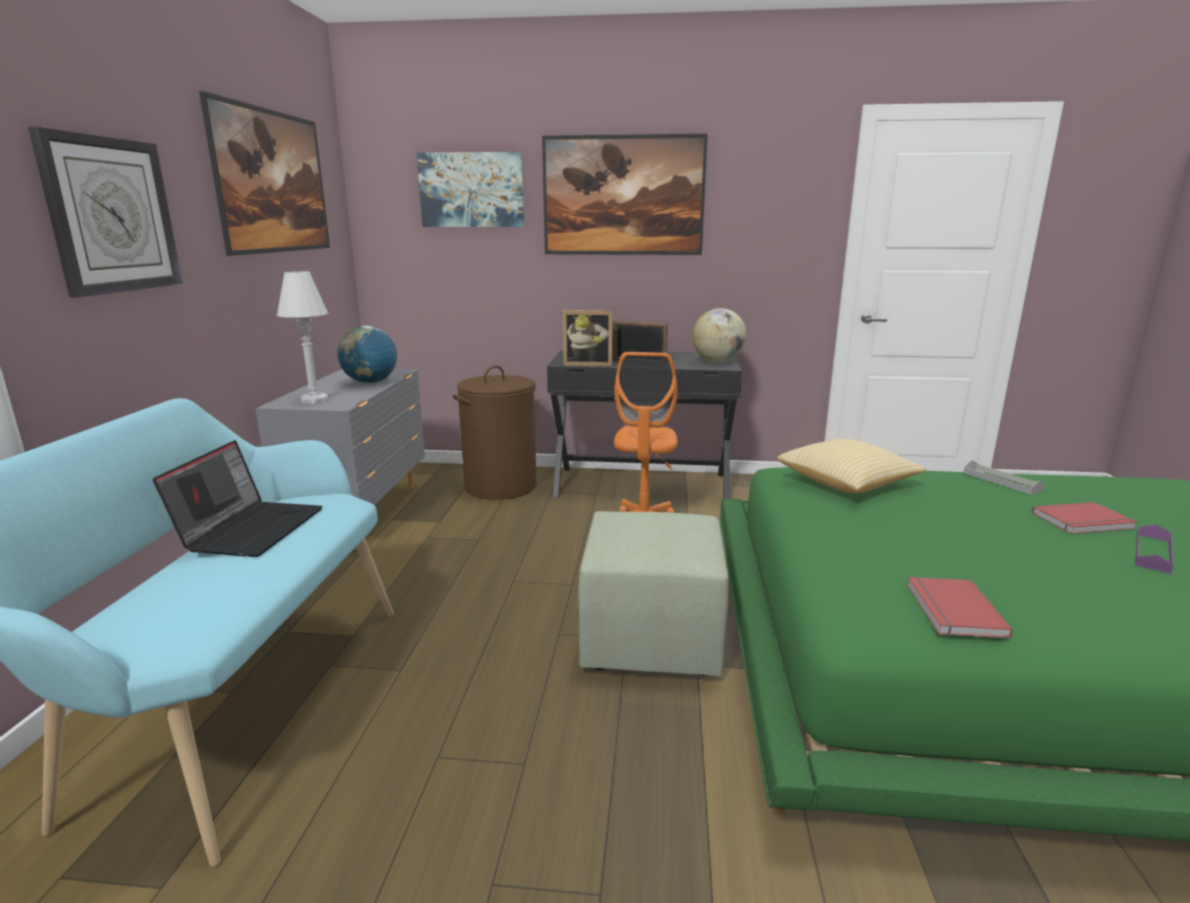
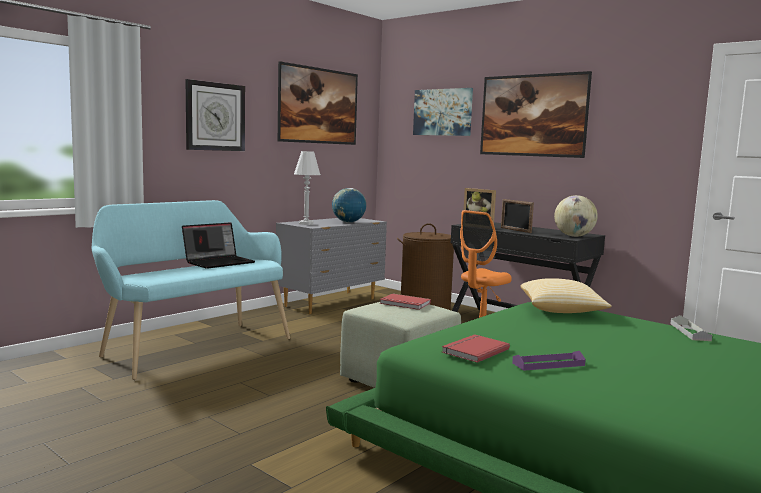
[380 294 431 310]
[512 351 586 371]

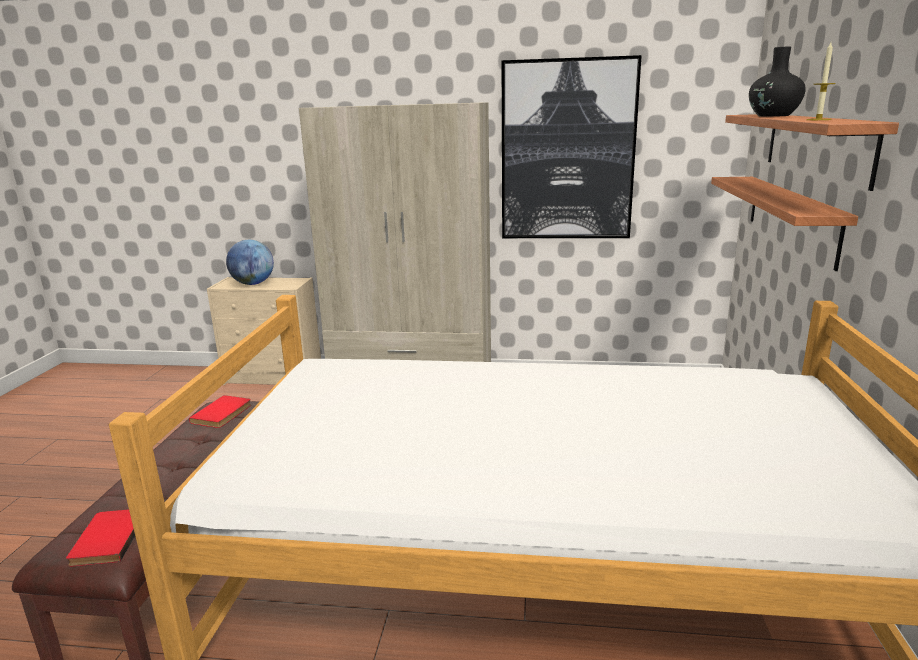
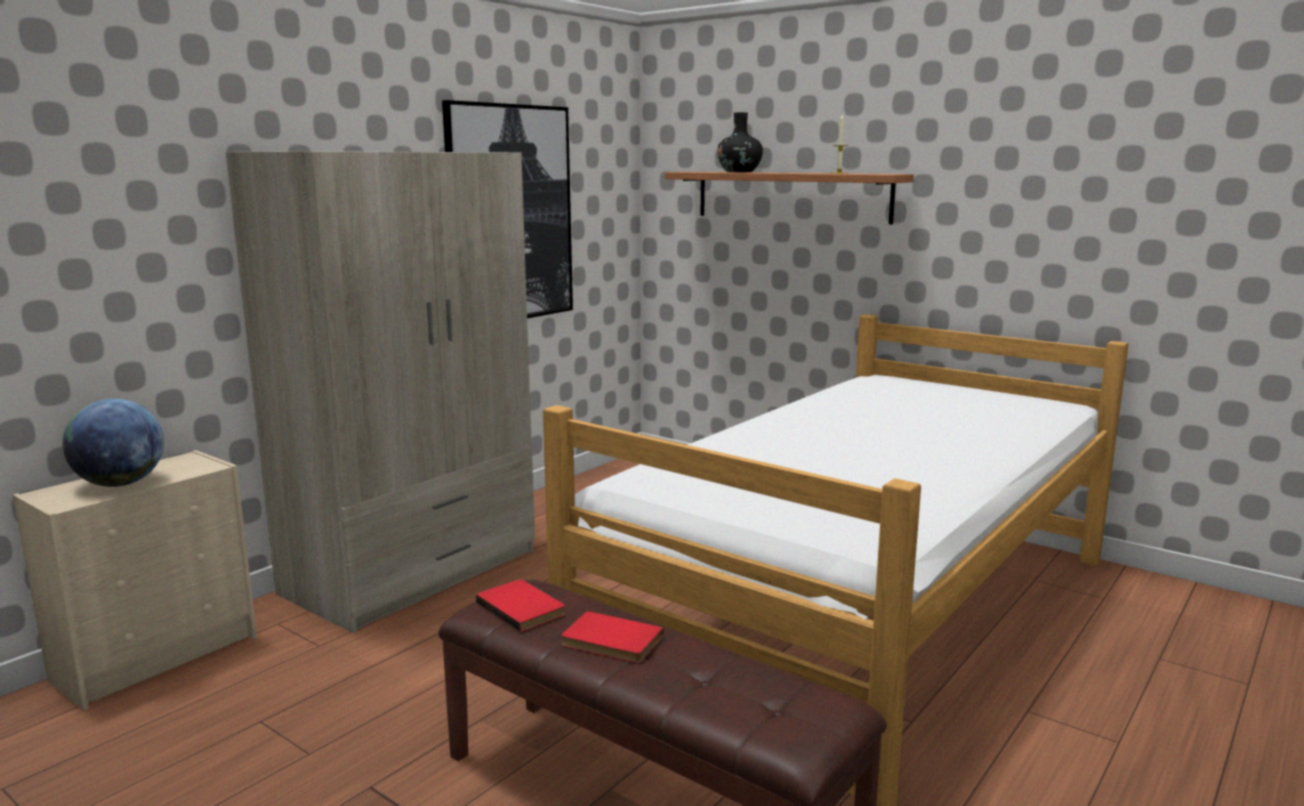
[562 611 664 663]
[711 177 858 271] (first image)

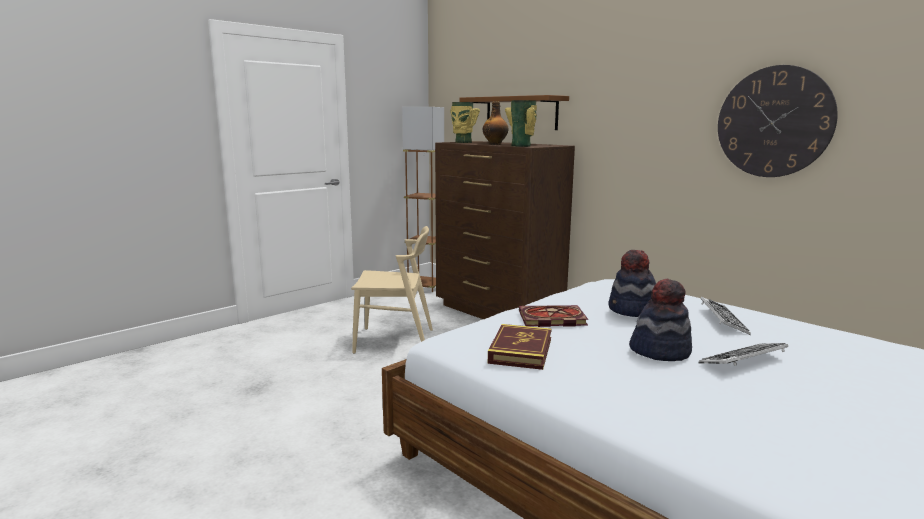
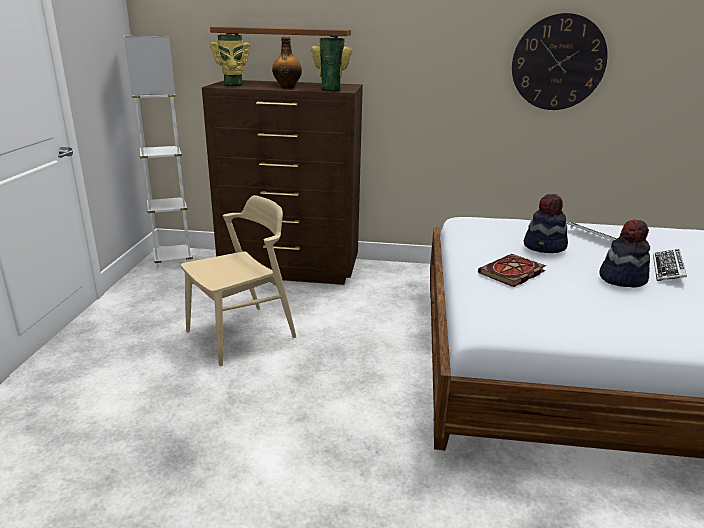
[124 36 193 268]
[488 324 552 370] (first image)

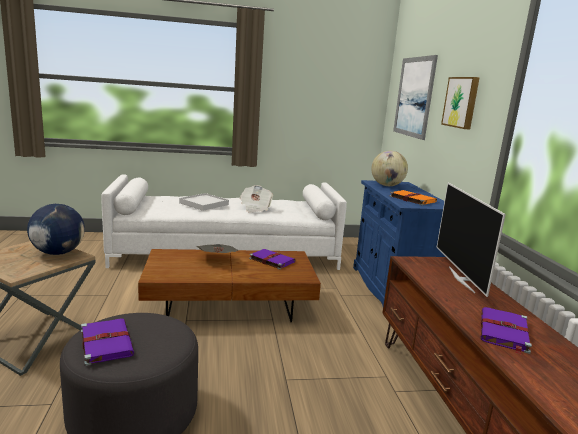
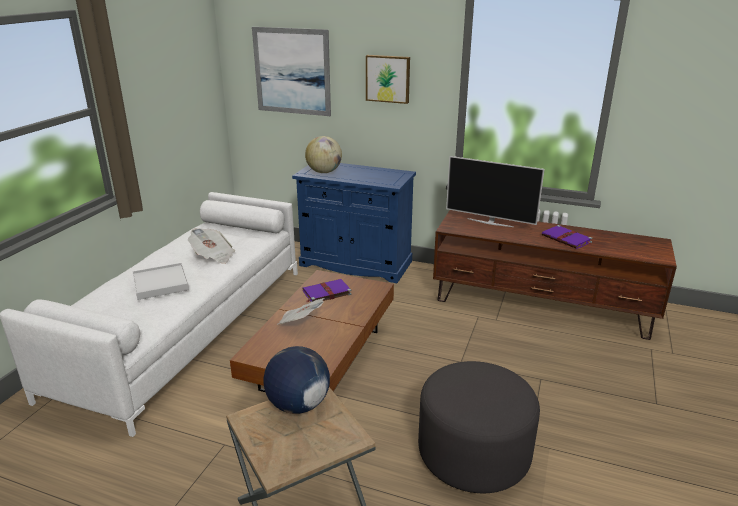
[81 318 134 366] (first image)
[389 190 437 205] (first image)

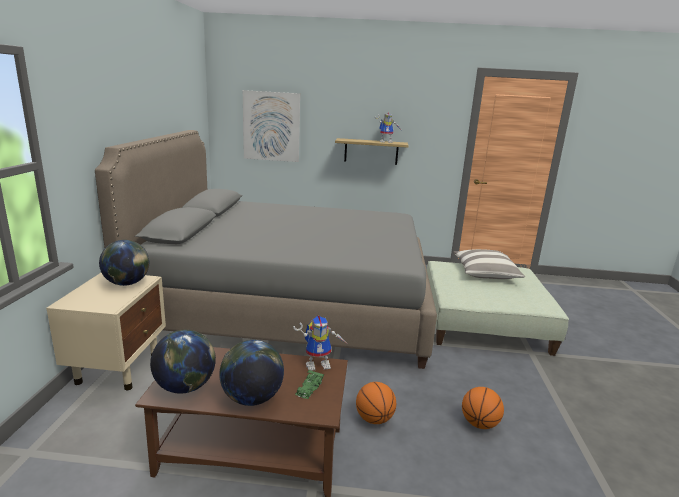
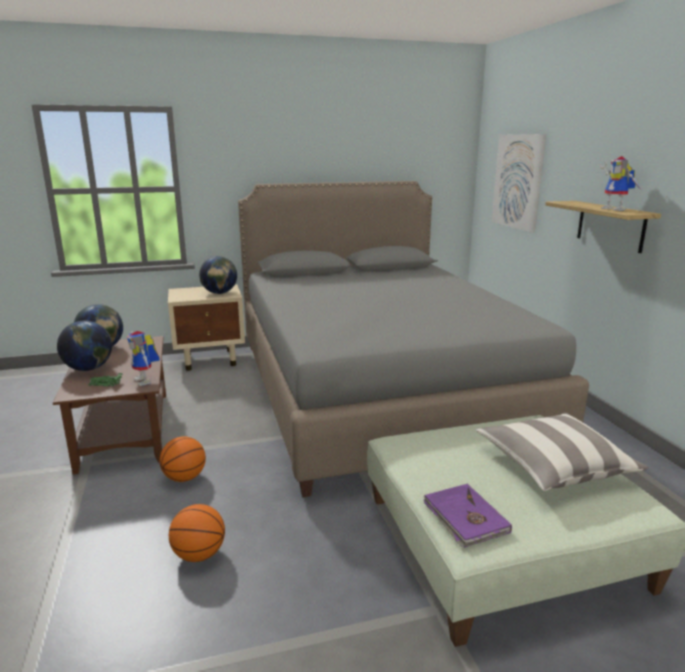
[424 484 512 547]

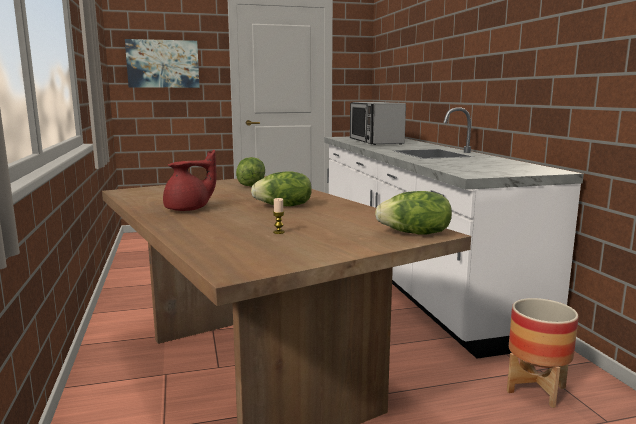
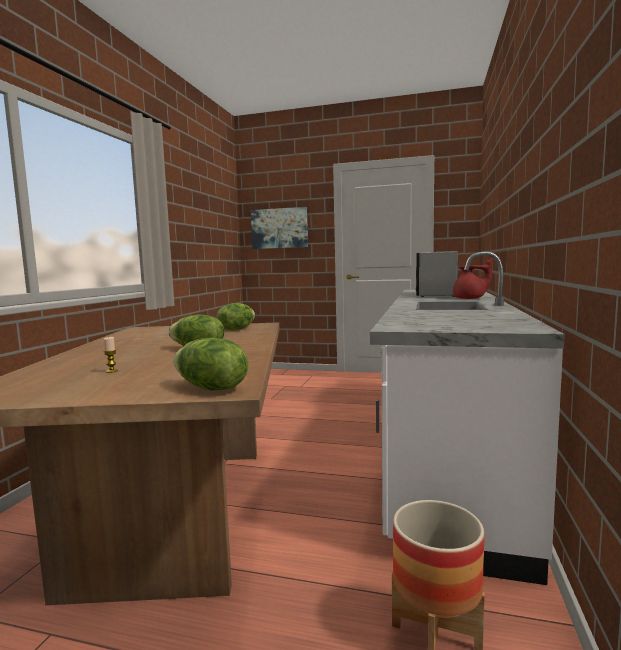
[453 258 492 299]

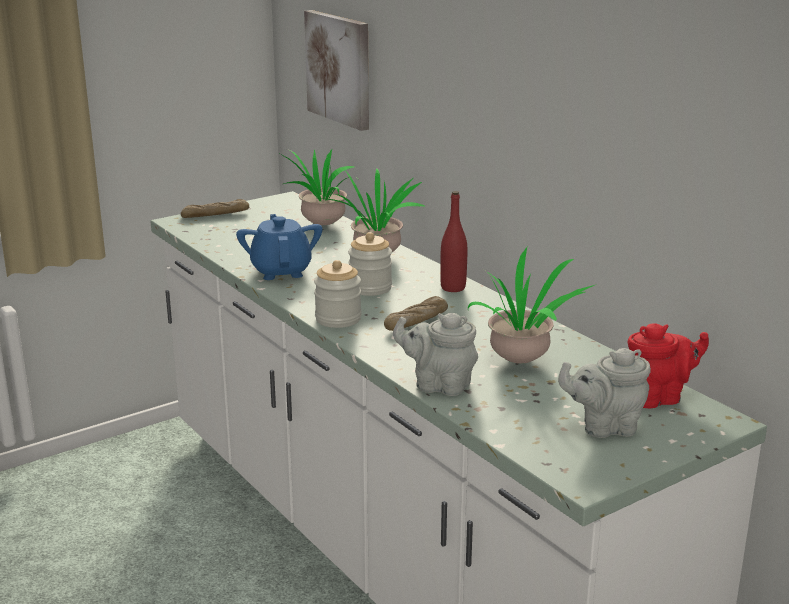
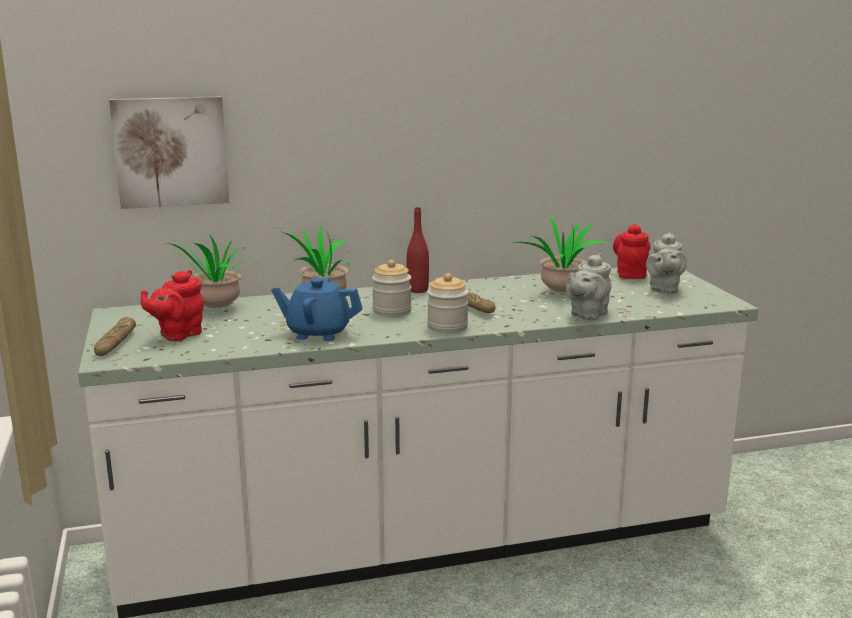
[141 270 204 341]

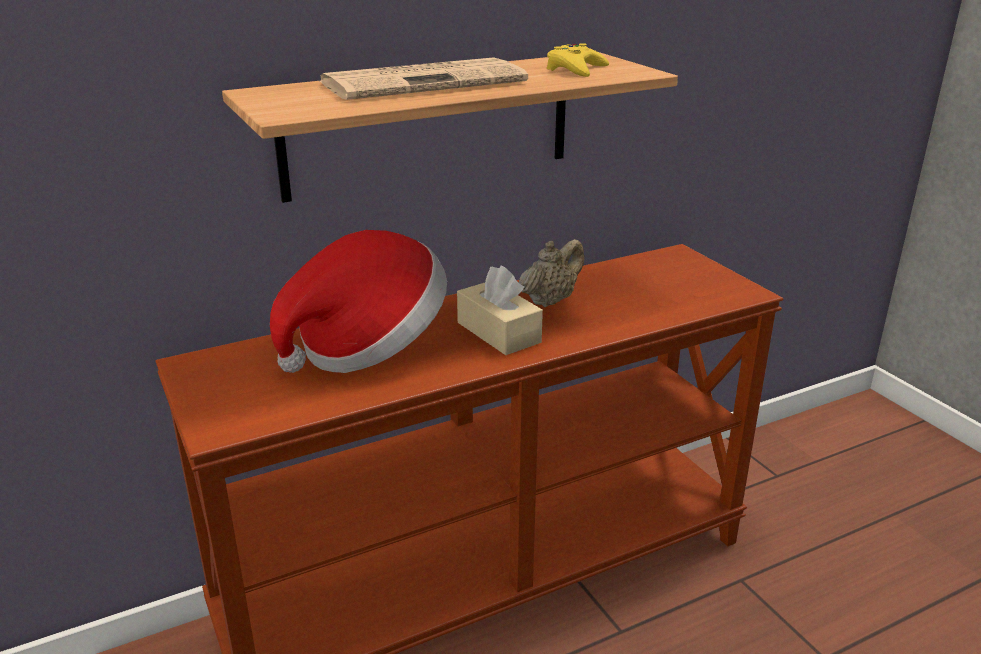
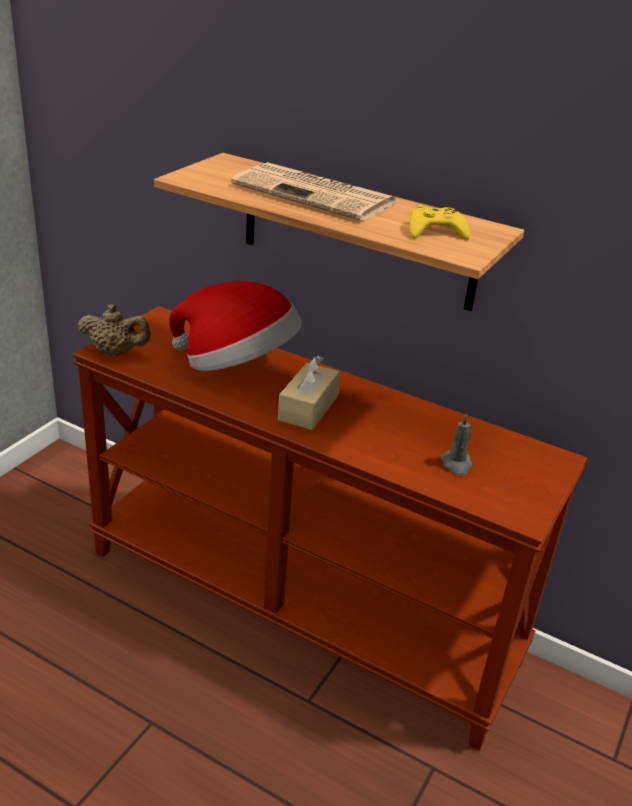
[77 304 151 356]
[440 413 472 476]

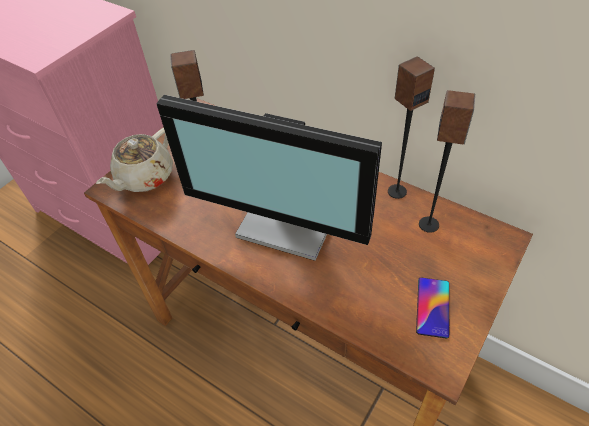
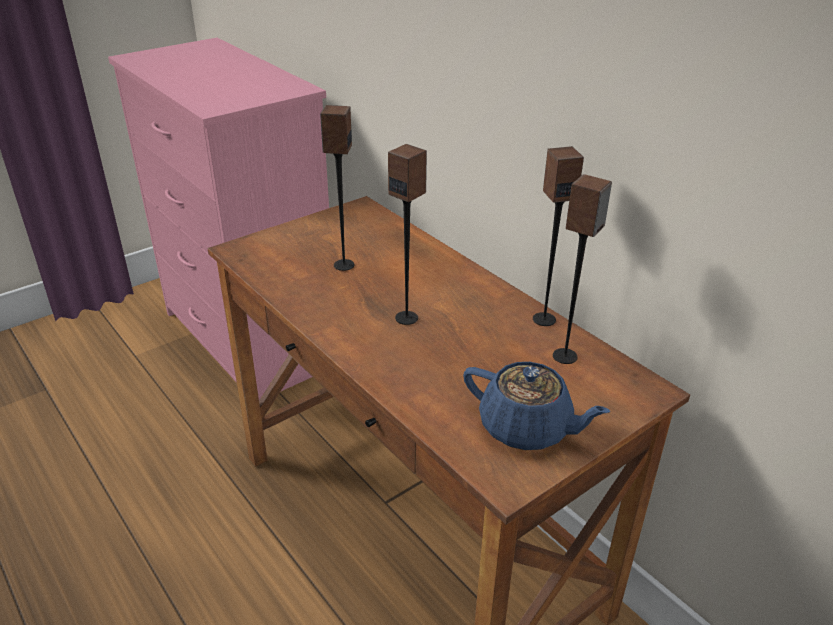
[388 144 427 325]
[463 362 610 450]
[96 128 173 192] (first image)

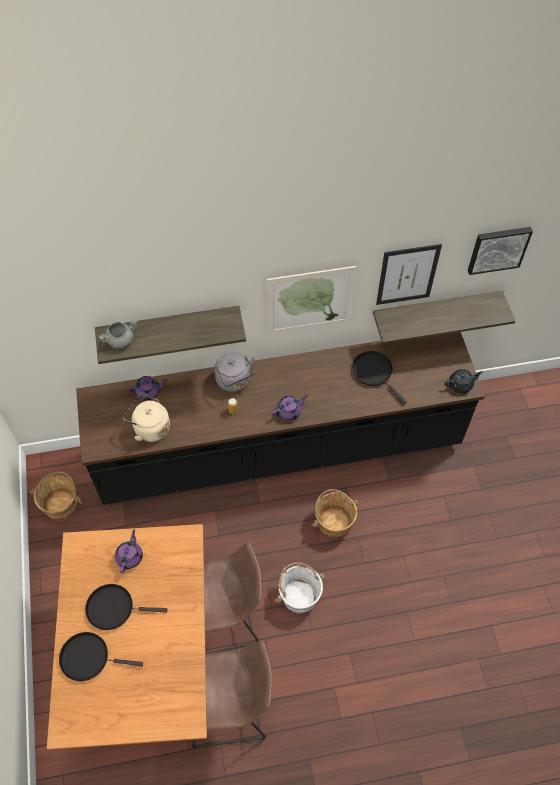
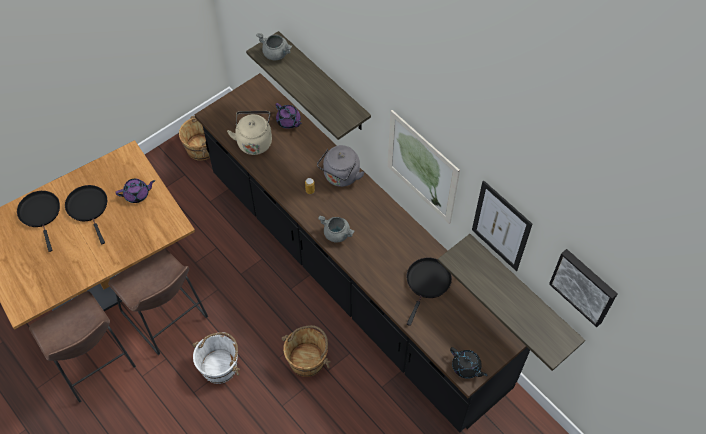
[318 216 355 243]

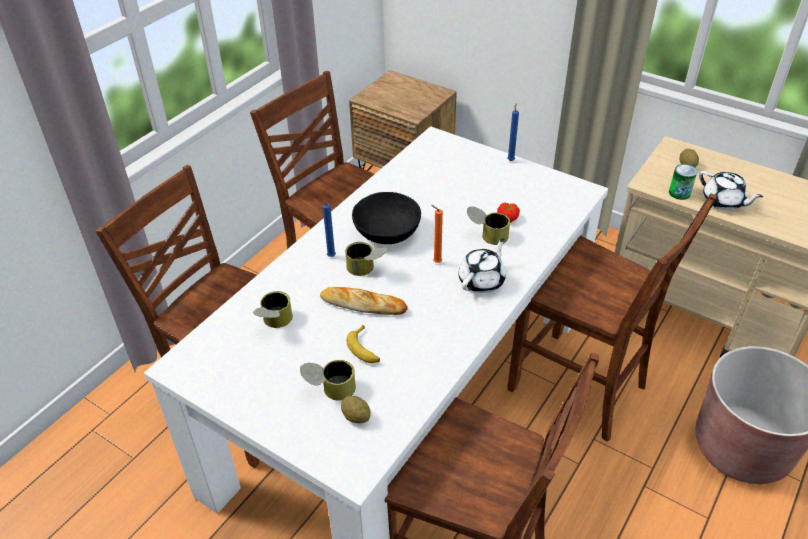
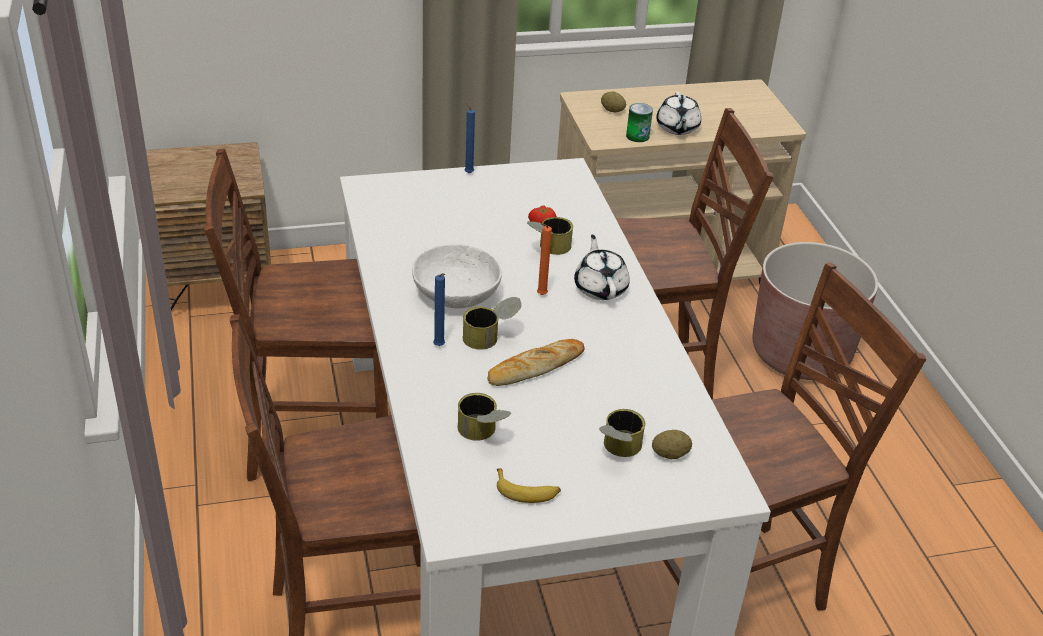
[412 244 502 308]
[497 468 561 503]
[656 92 701 135]

